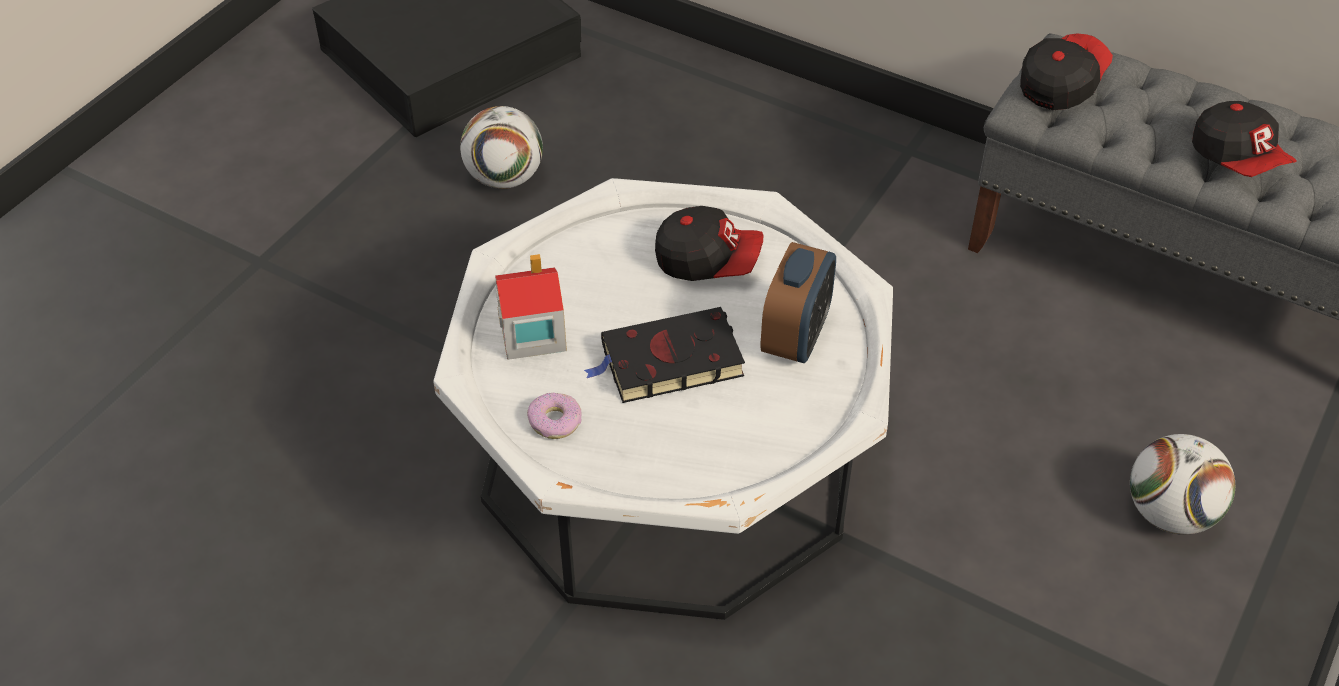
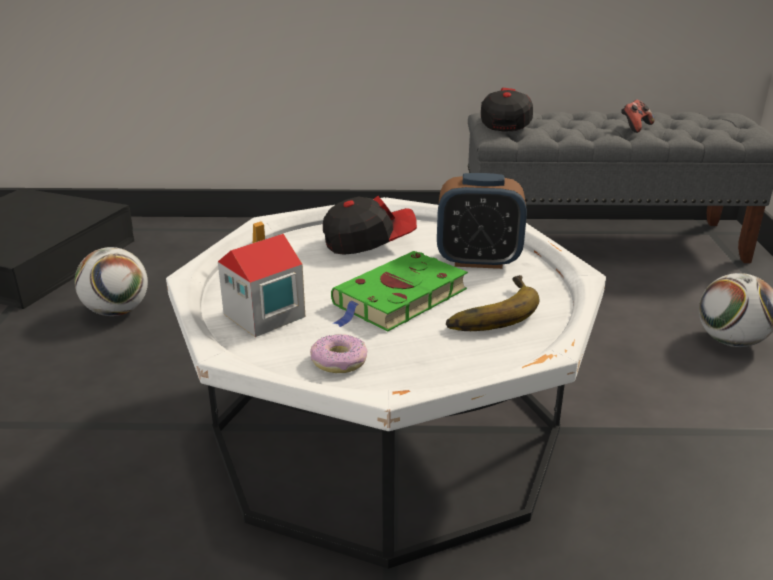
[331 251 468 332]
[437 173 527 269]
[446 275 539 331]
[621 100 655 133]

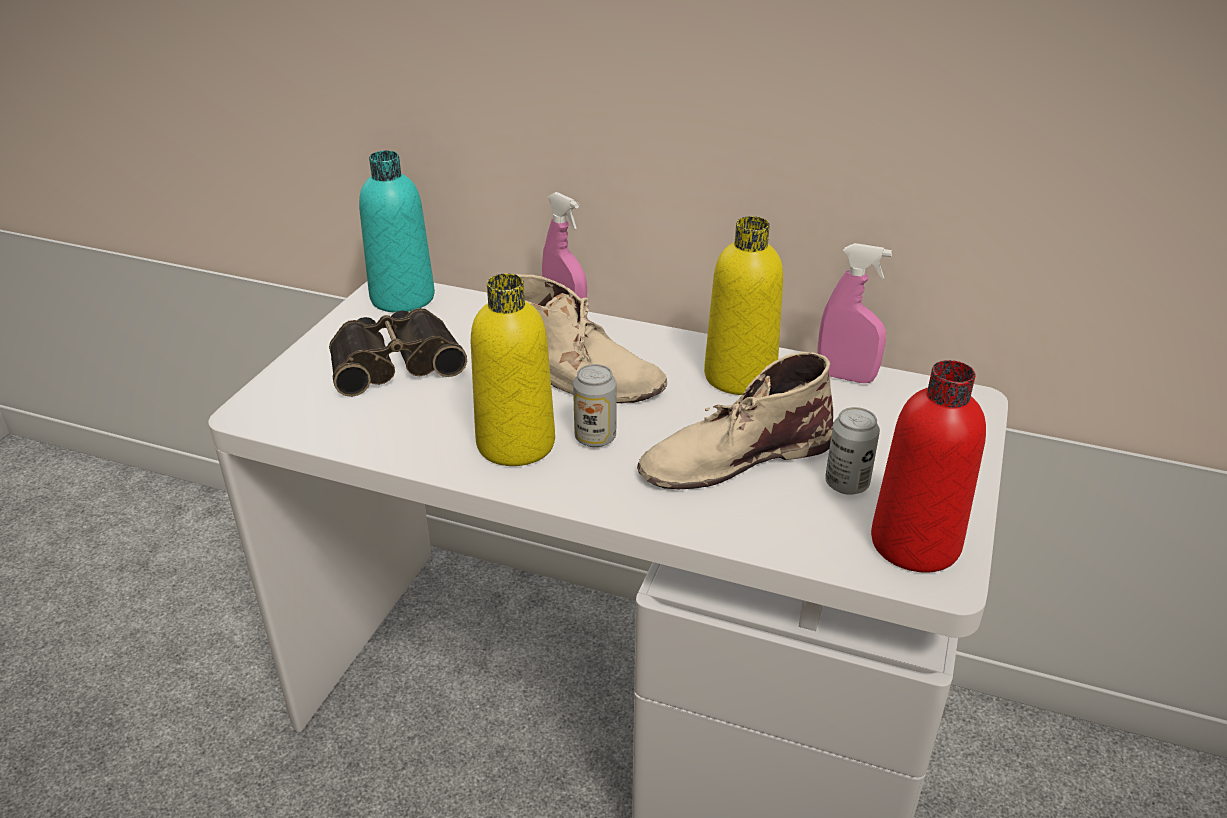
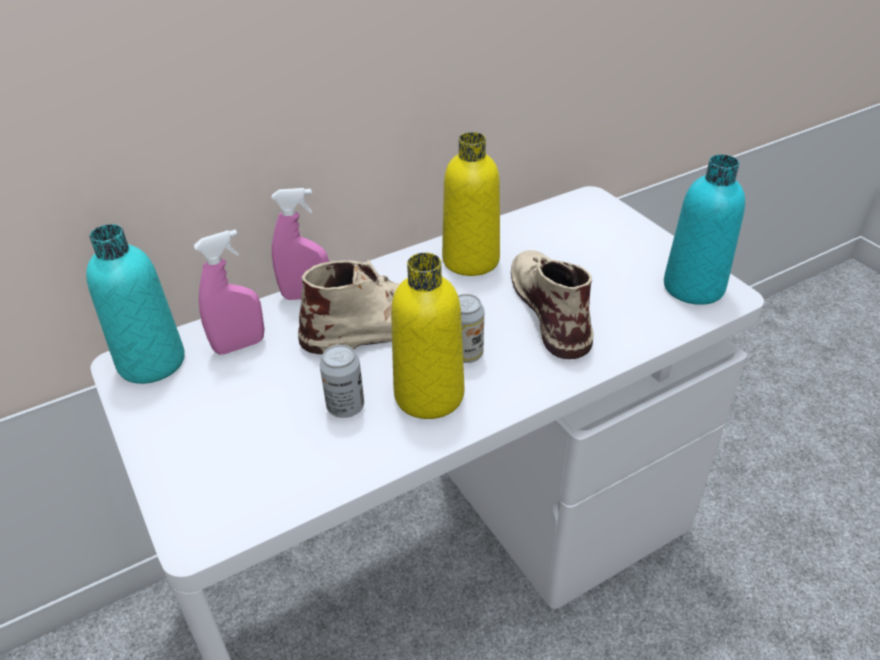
[193 229 265 355]
[320 345 364 418]
[511 250 593 359]
[664 155 745 305]
[329 308 467 397] (first image)

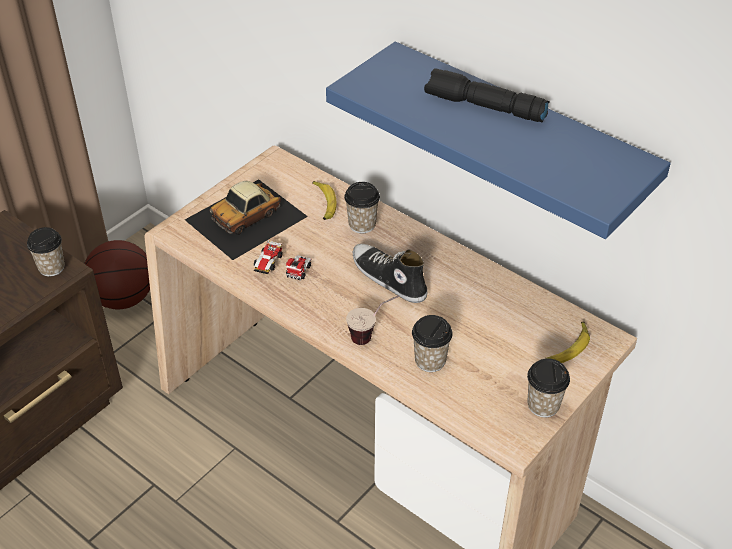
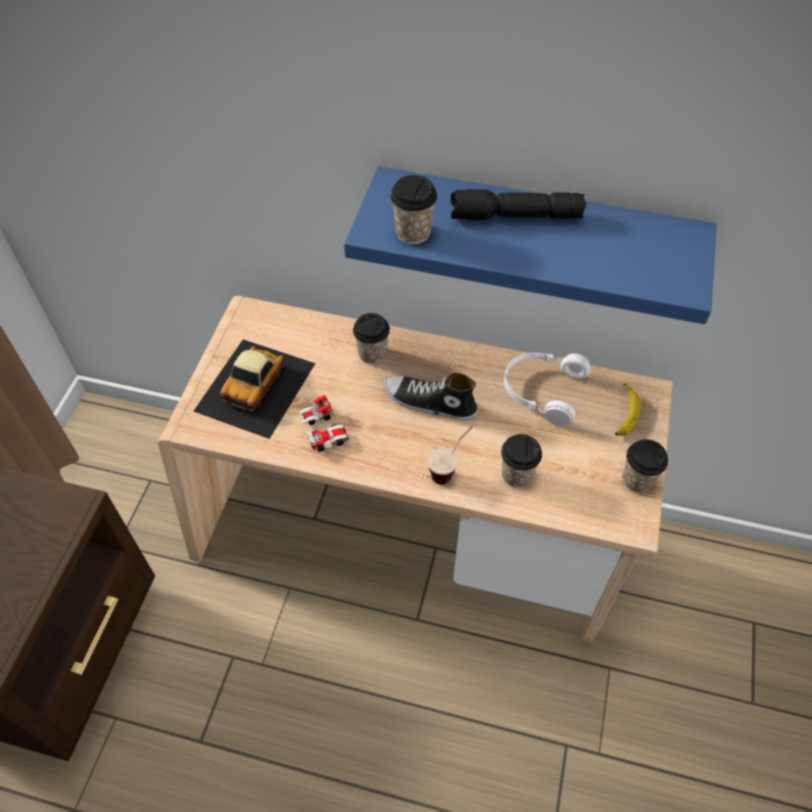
[299 395 349 452]
[390 175 437 244]
[504 353 590 426]
[84 240 150 310] (first image)
[312 181 337 220] (first image)

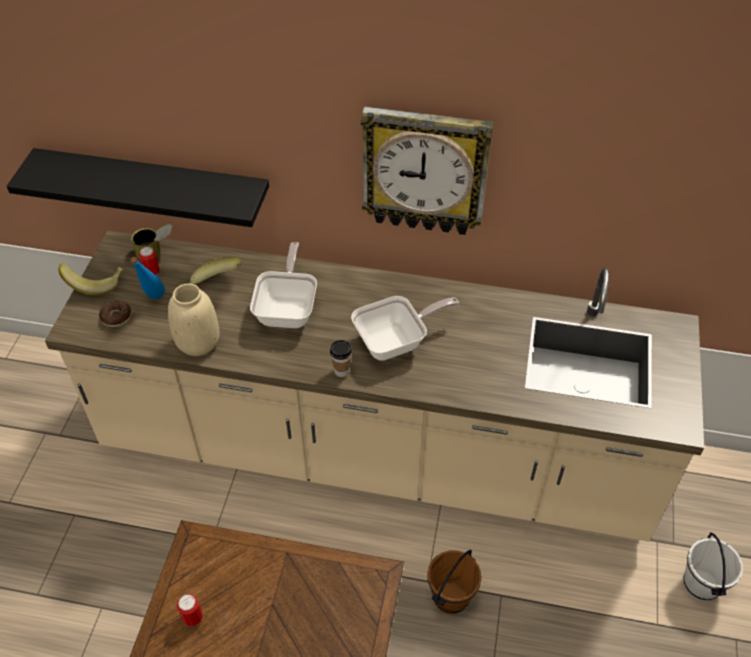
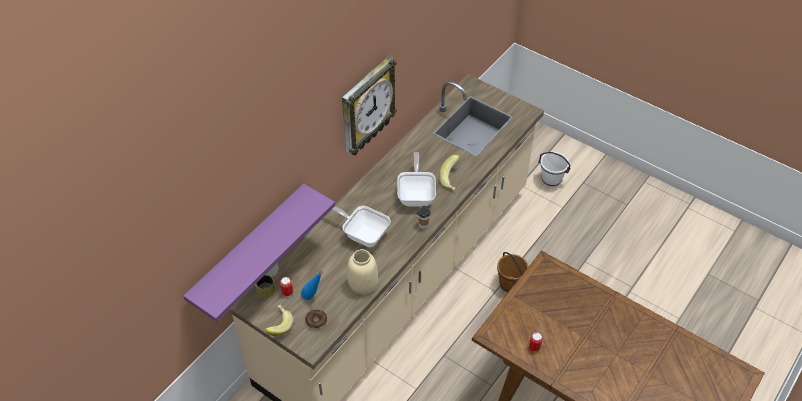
[183 184 335 322]
[439 155 460 190]

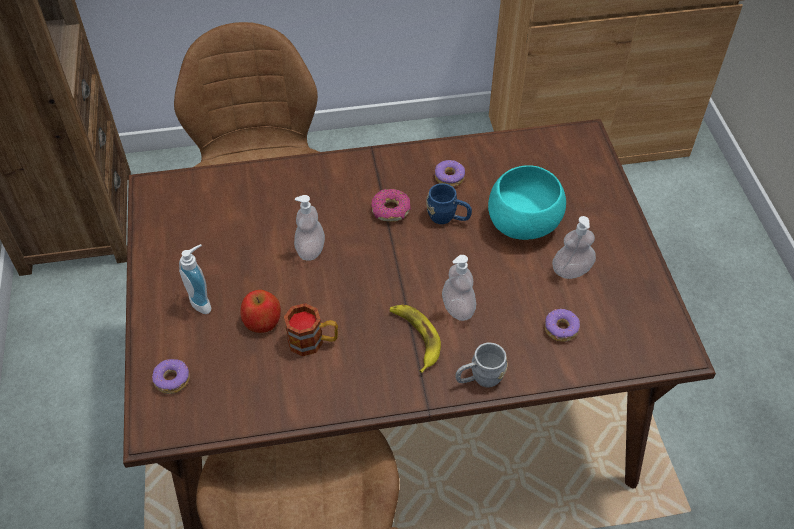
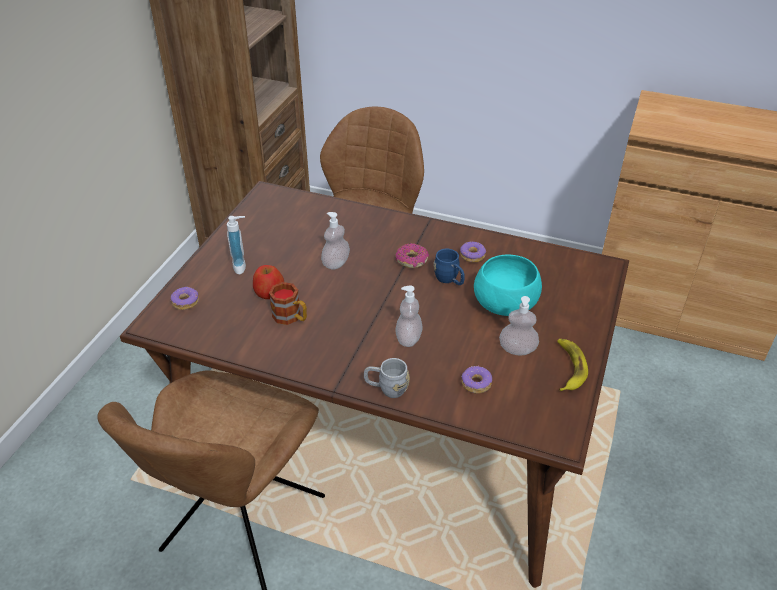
[557 339 588 391]

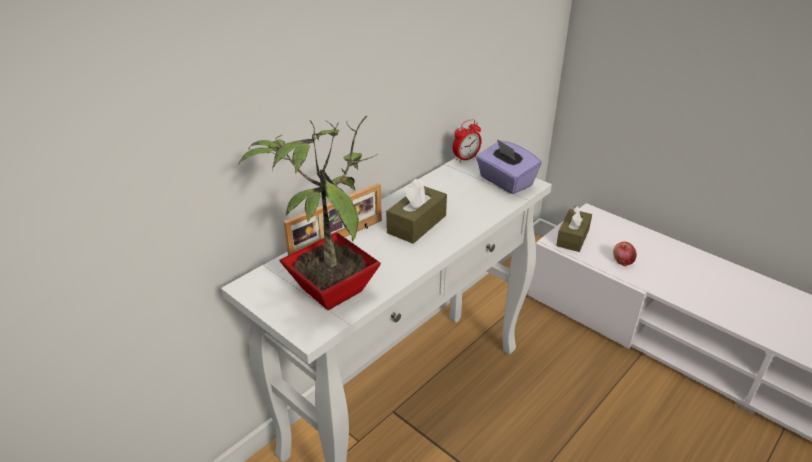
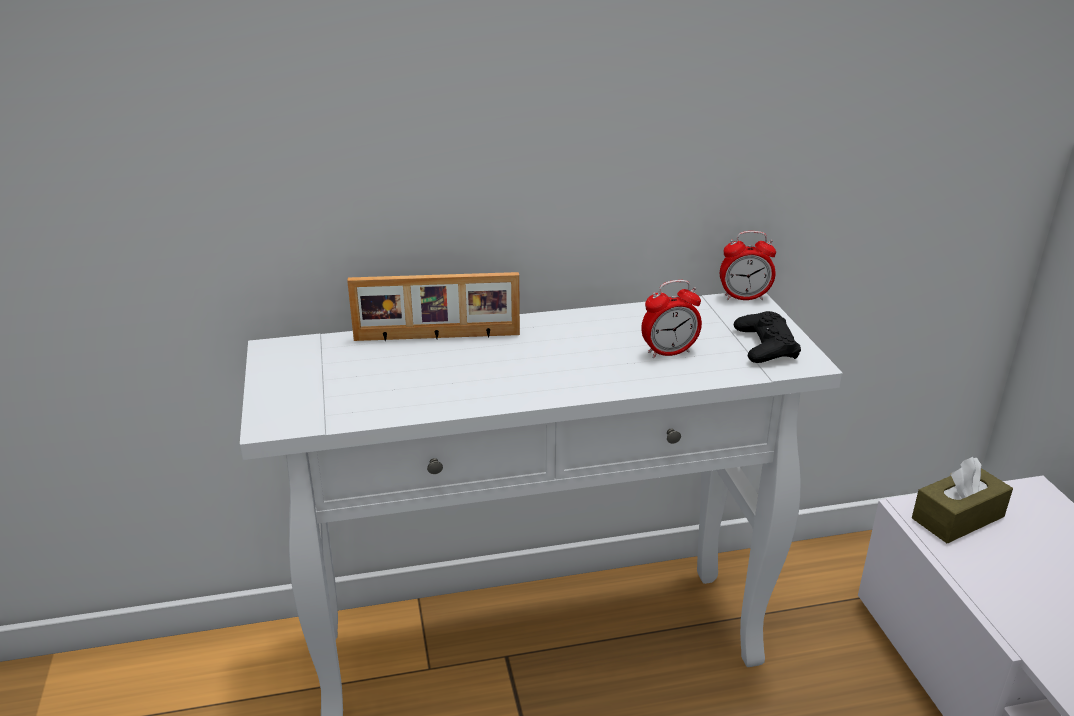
[641 280 702 358]
[734 311 801 363]
[238 115 381 310] (first image)
[386 178 447 244] (first image)
[613 242 637 266] (first image)

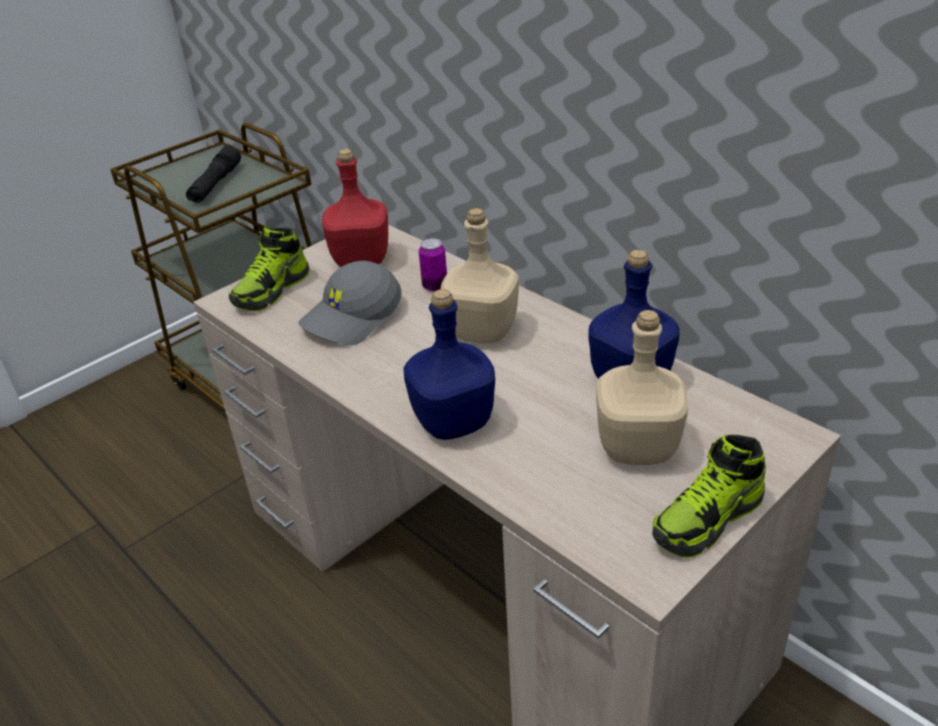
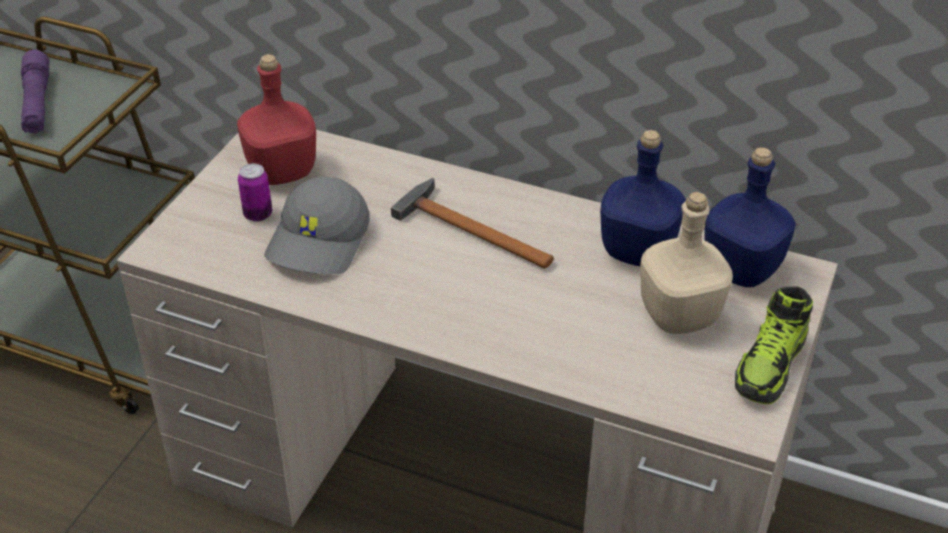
[21 50 49 133]
[238 163 272 222]
[391 178 554 269]
[704 147 795 287]
[229 227 310 312] (first image)

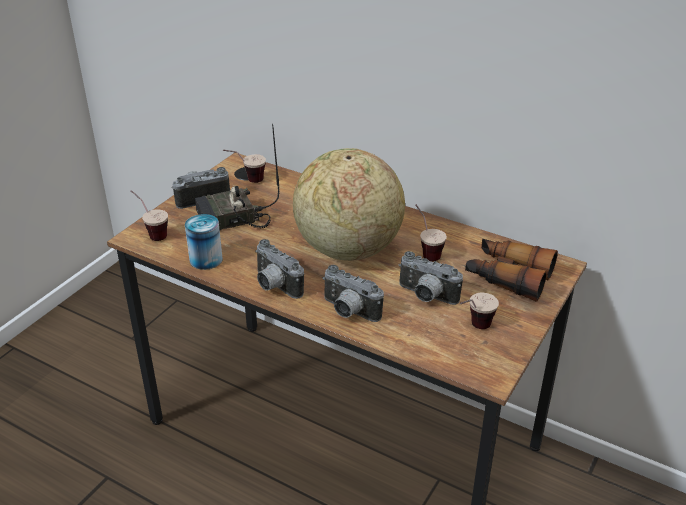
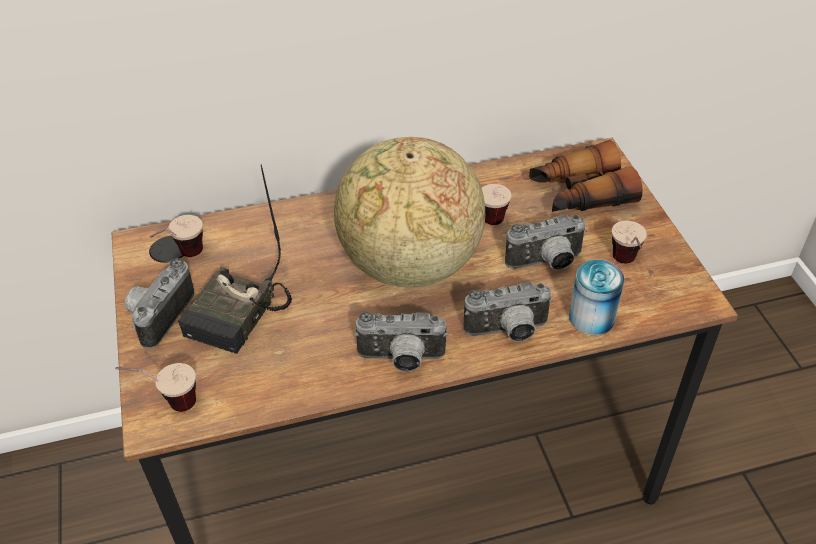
[569 260 624 335]

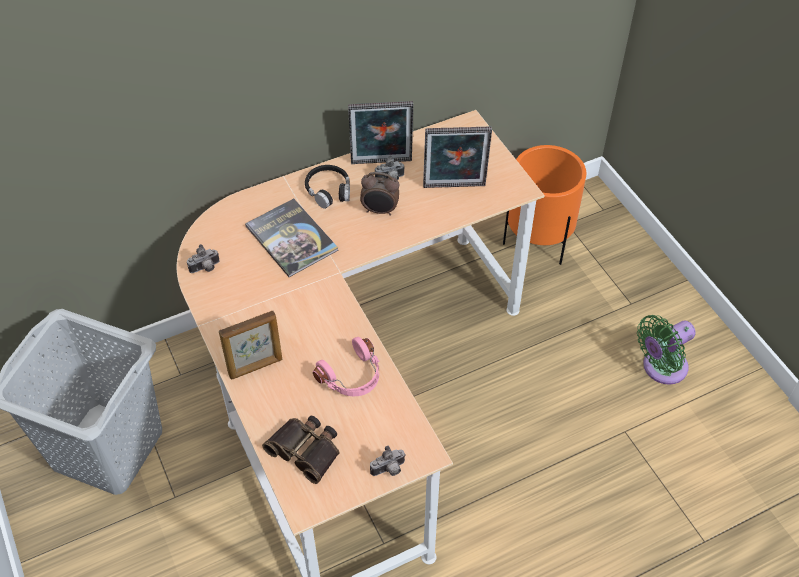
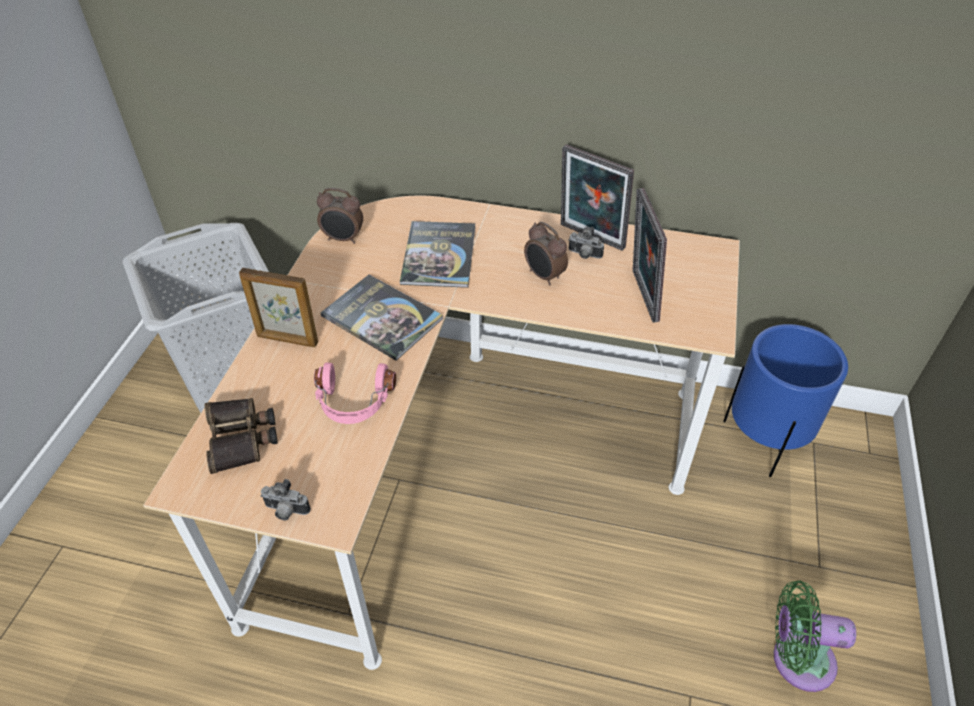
[317 188 363 244]
[321 275 443 361]
[633 188 667 323]
[723 324 848 477]
[305 165 350 209] (first image)

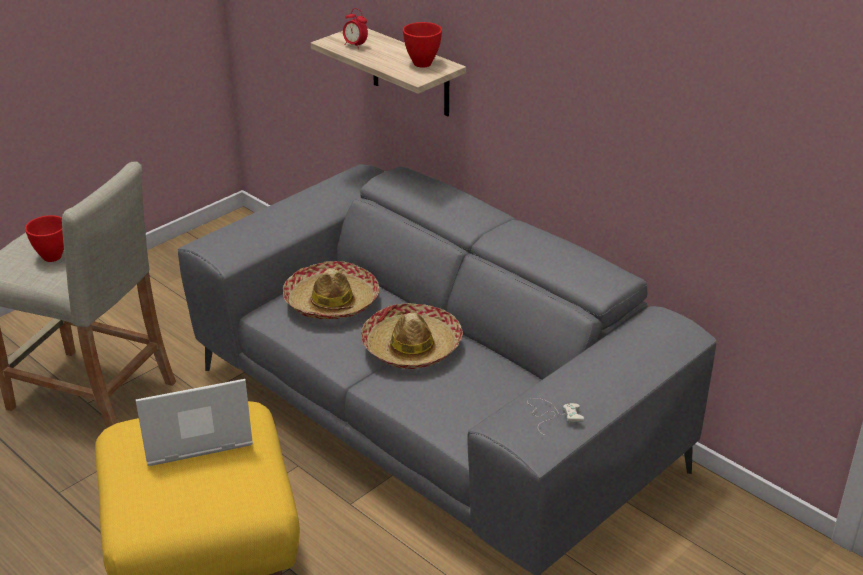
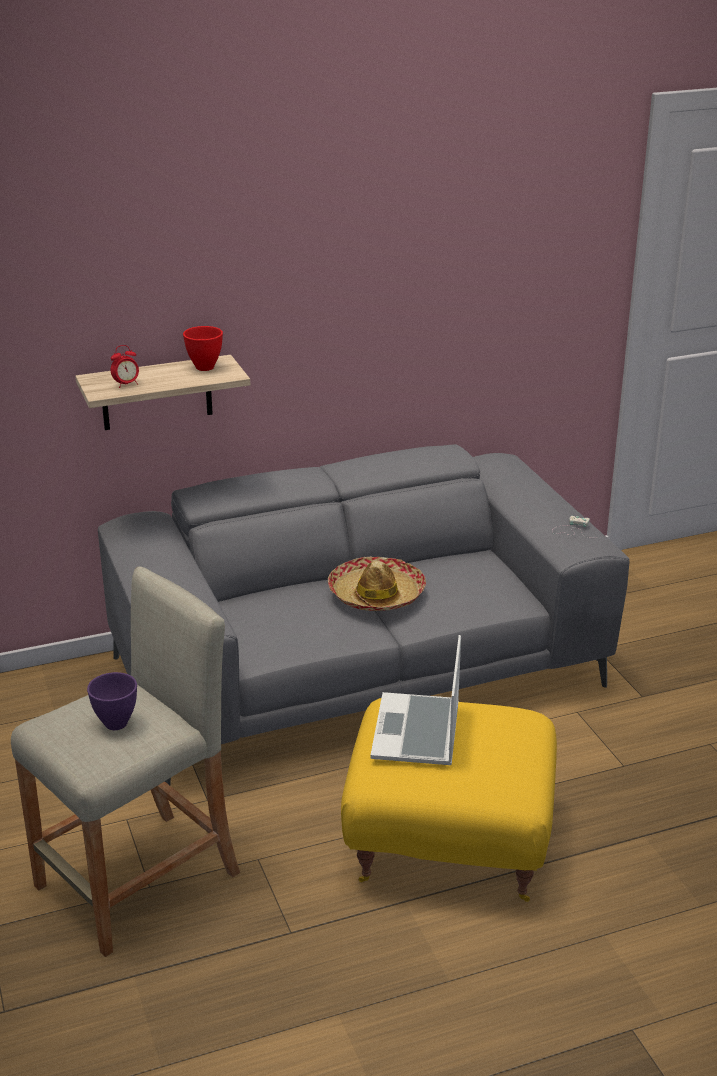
[87 672 137 730]
[283 261 379 319] (first image)

